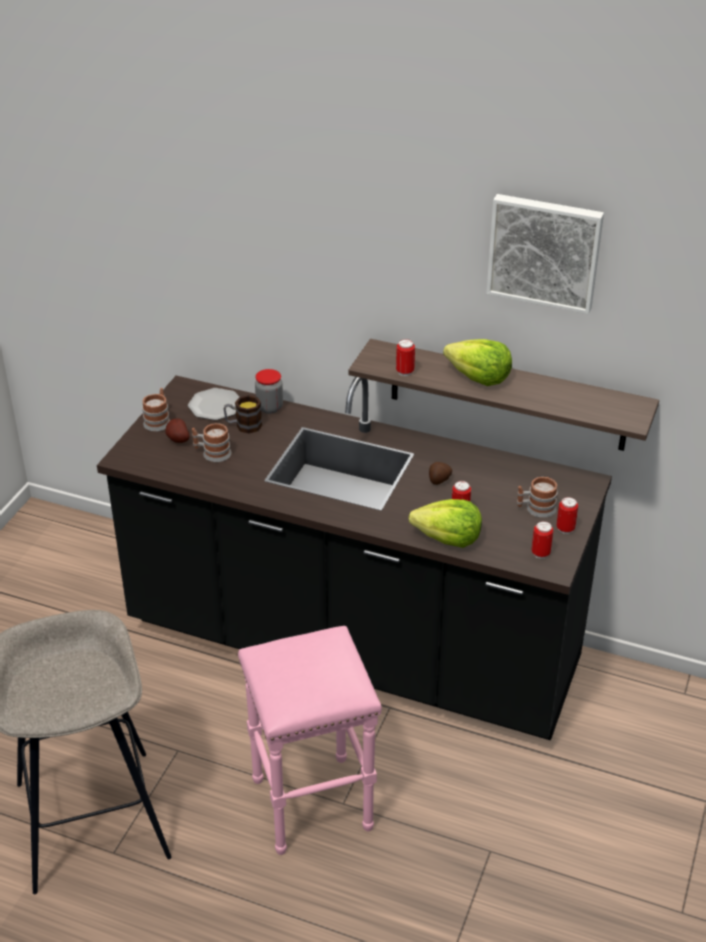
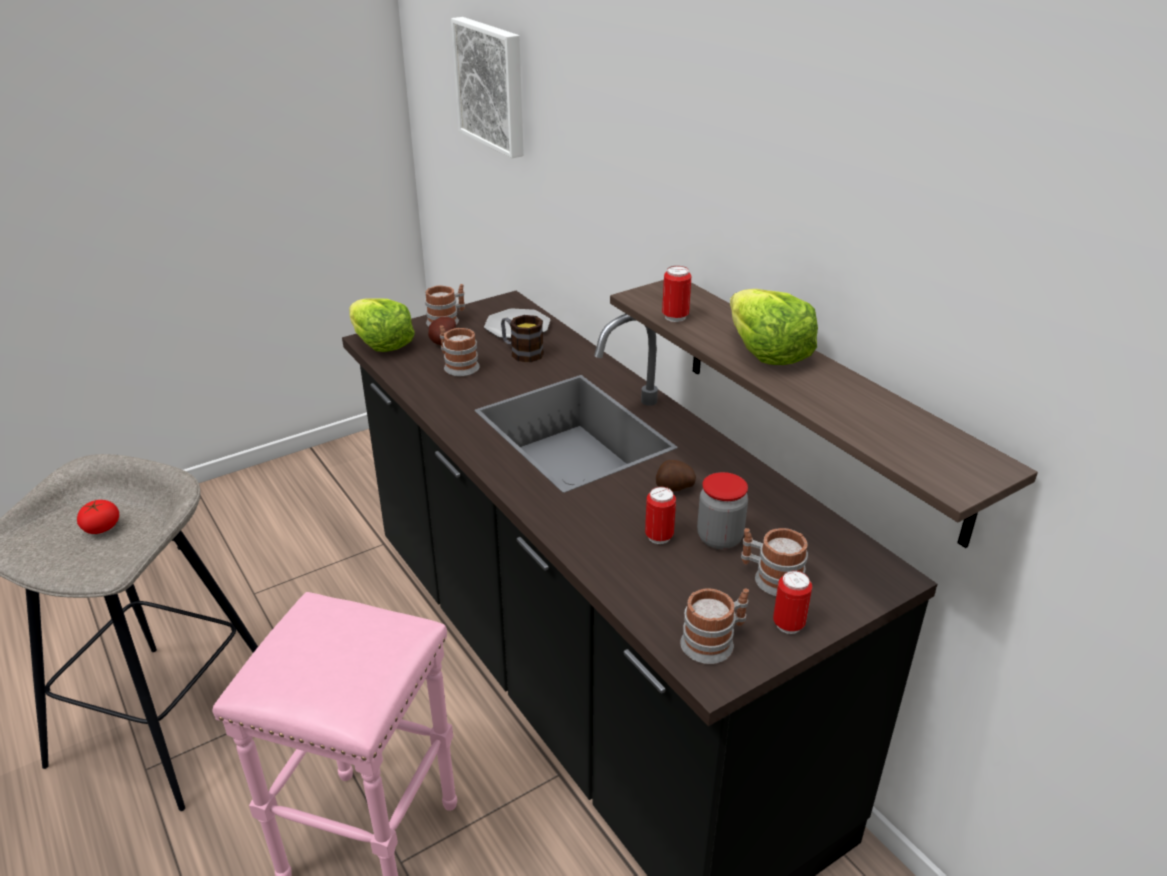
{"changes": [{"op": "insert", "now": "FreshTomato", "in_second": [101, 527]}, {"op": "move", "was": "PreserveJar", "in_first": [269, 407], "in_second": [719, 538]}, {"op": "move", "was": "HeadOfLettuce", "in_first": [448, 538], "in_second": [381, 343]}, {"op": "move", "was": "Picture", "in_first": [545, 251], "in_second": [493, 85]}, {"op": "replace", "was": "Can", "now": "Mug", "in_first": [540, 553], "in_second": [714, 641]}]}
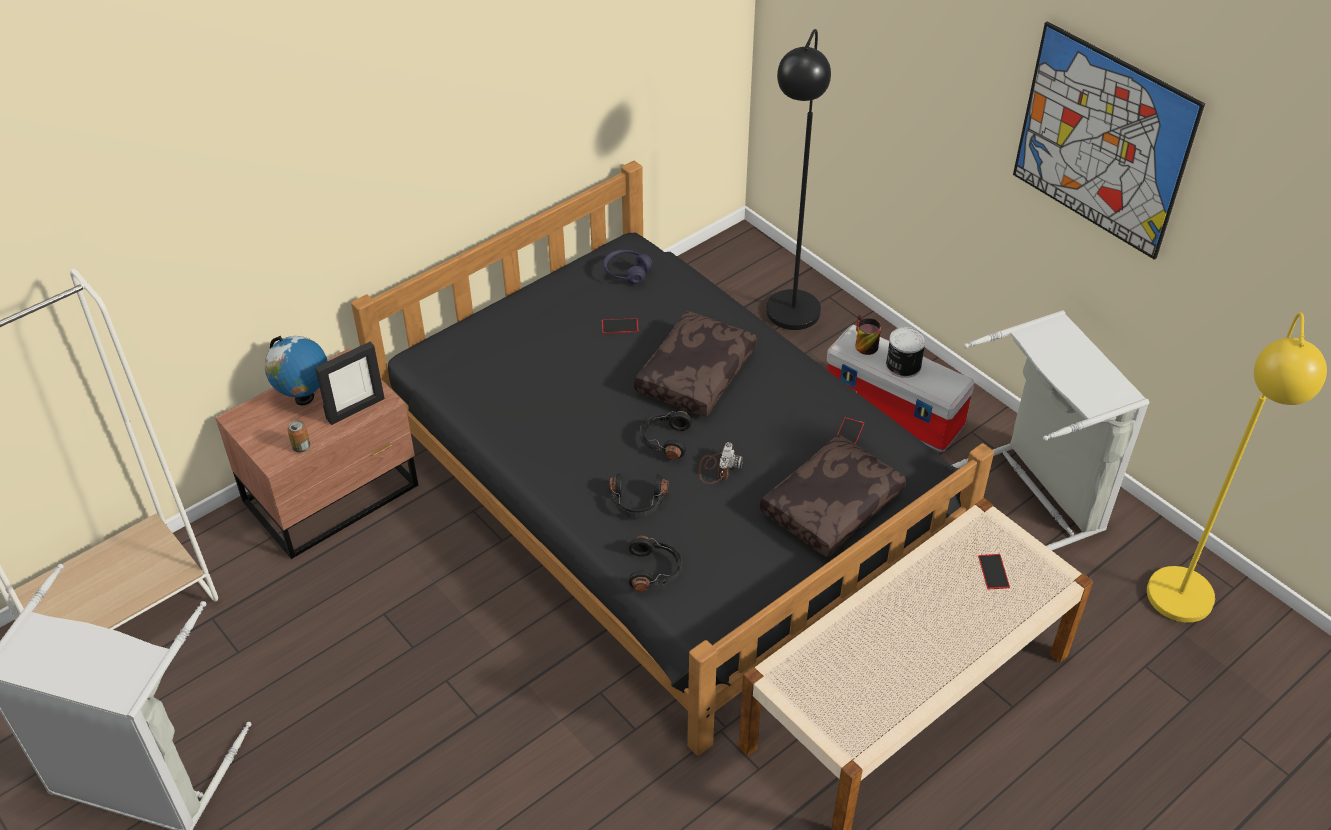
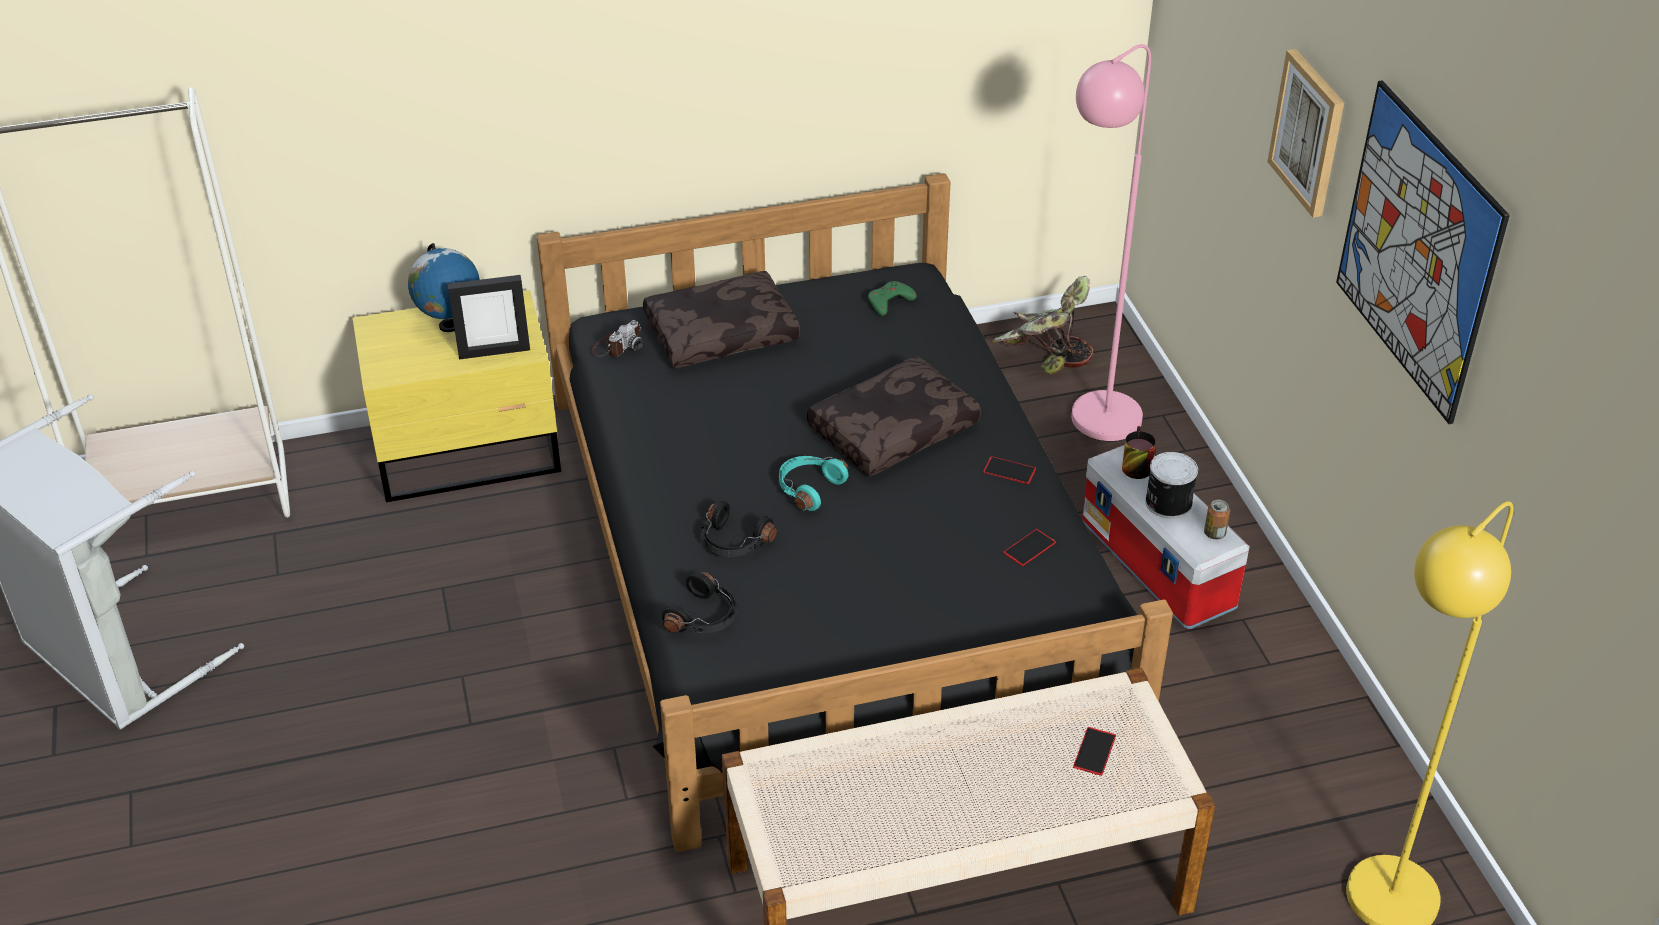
{"changes": [{"op": "delete", "was": "GreyishHamper", "in_first": [1035, 496]}, {"op": "insert", "now": "PlantInAPot", "in_second": [1042, 354]}, {"op": "insert", "now": "Picture", "in_second": [1309, 132]}, {"op": "move", "was": "Can", "in_first": [301, 447], "in_second": [1214, 533]}, {"op": "move", "was": "Telephone", "in_first": [620, 326], "in_second": [1009, 470]}, {"op": "move", "was": "PhotoCamera", "in_first": [717, 468], "in_second": [617, 345]}, {"op": "move", "was": "BrownishThrowPillow", "in_first": [830, 504], "in_second": [722, 332]}, {"op": "replace", "was": "PurpleColouredPairOfHeadphones", "now": "GreenGamepad", "in_first": [627, 272], "in_second": [889, 302]}, {"op": "recolor", "was": "BrownishNightstand", "now": "YellowNightstand", "in_first": [334, 494], "in_second": [470, 453]}, {"op": "recolor", "was": "BlackColouredPairOfHeadphones", "now": "TurquoiseColouredPairOfHeadphones", "in_first": [664, 441], "in_second": [808, 488]}, {"op": "recolor", "was": "BlackColouredStandingLamp", "now": "PinkStandingLamp", "in_first": [789, 323], "in_second": [1093, 430]}]}
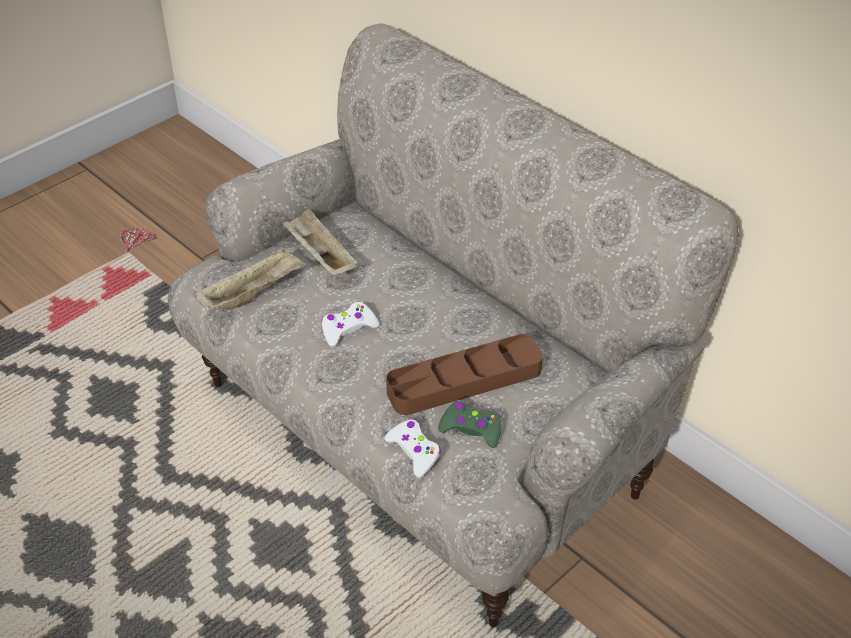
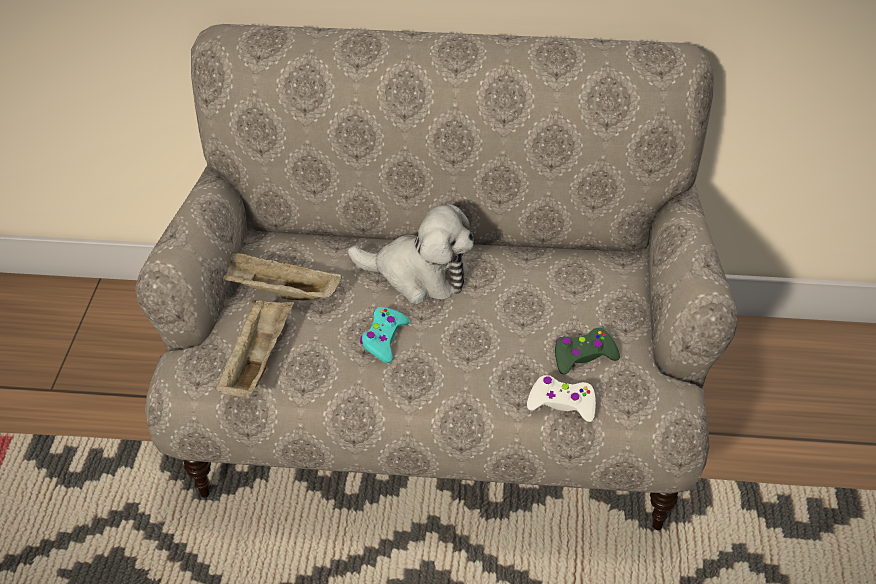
{"changes": [{"op": "delete", "was": "BrownishTray", "in_first": [464, 381]}, {"op": "insert", "now": "SoftToy", "in_second": [419, 275]}, {"op": "recolor", "was": "WhiteColouredGamepad", "now": "TurquoiseColouredGamepad", "in_first": [348, 329], "in_second": [384, 339]}]}
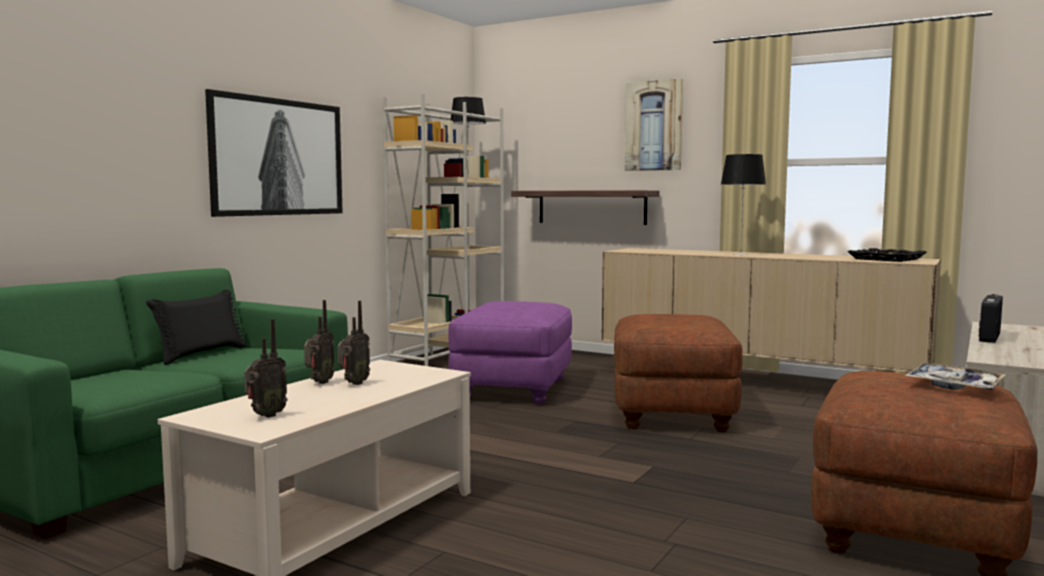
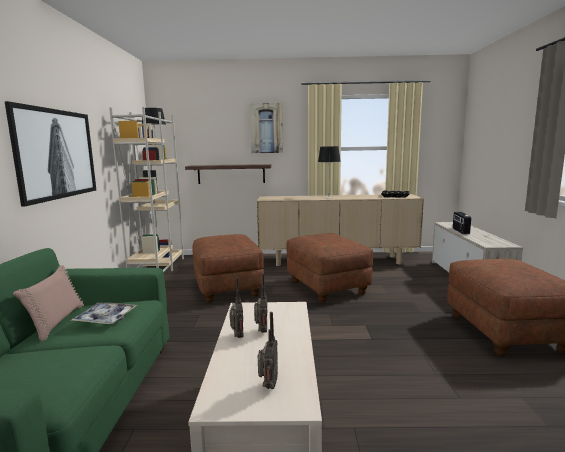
{"changes": [{"op": "move", "was": "Tray", "in_first": [954, 386], "in_second": [105, 318]}, {"op": "recolor", "was": "BlackColouredThrowPillow", "now": "BeigeThrowPillow", "in_first": [200, 355], "in_second": [56, 322]}, {"op": "recolor", "was": "PurpleColouredFootrest", "now": "BrownishFootrest", "in_first": [513, 389], "in_second": [227, 288]}]}
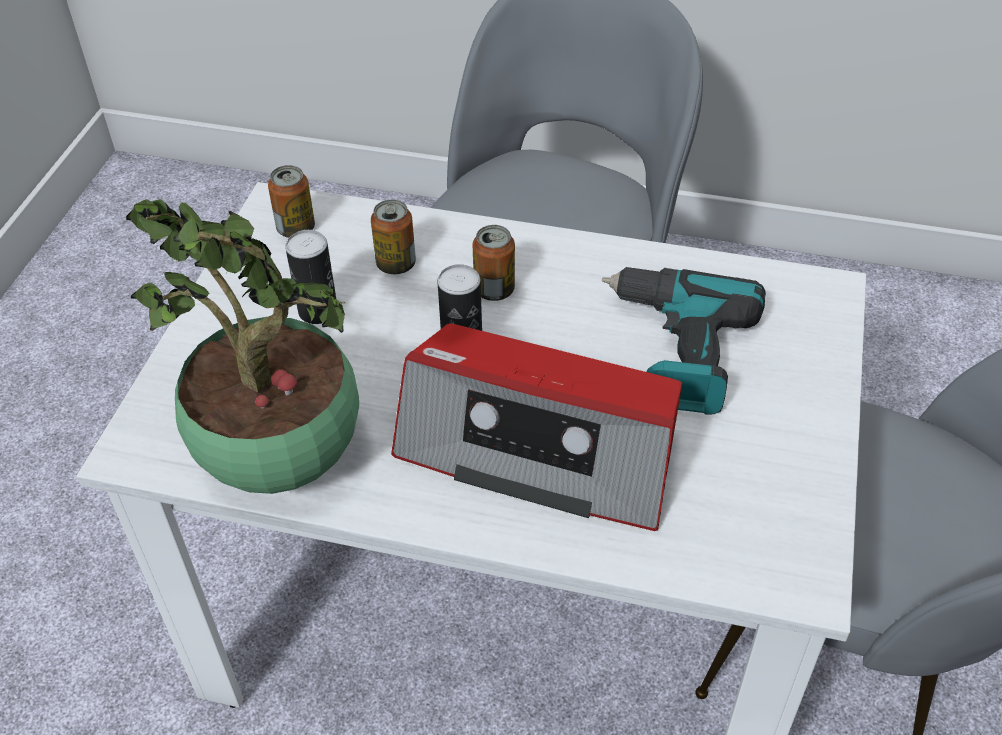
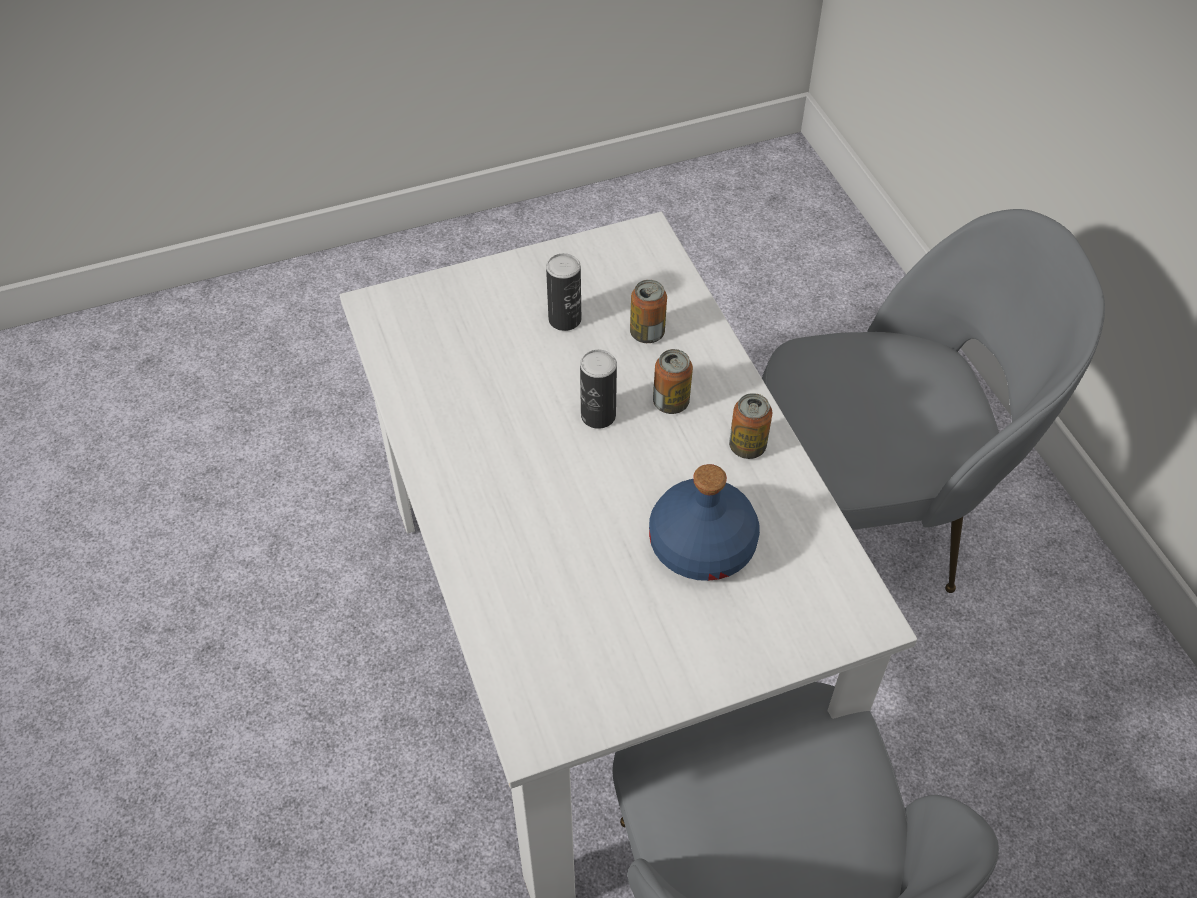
{"changes": [{"op": "delete", "was": "PlantInAPot", "in_first": [286, 460]}, {"op": "delete", "was": "Radio", "in_first": [541, 448]}, {"op": "move", "was": "Can", "in_first": [296, 229], "in_second": [747, 446]}, {"op": "replace", "was": "Drill", "now": "BlueColouredBottle", "in_first": [675, 351], "in_second": [703, 545]}]}
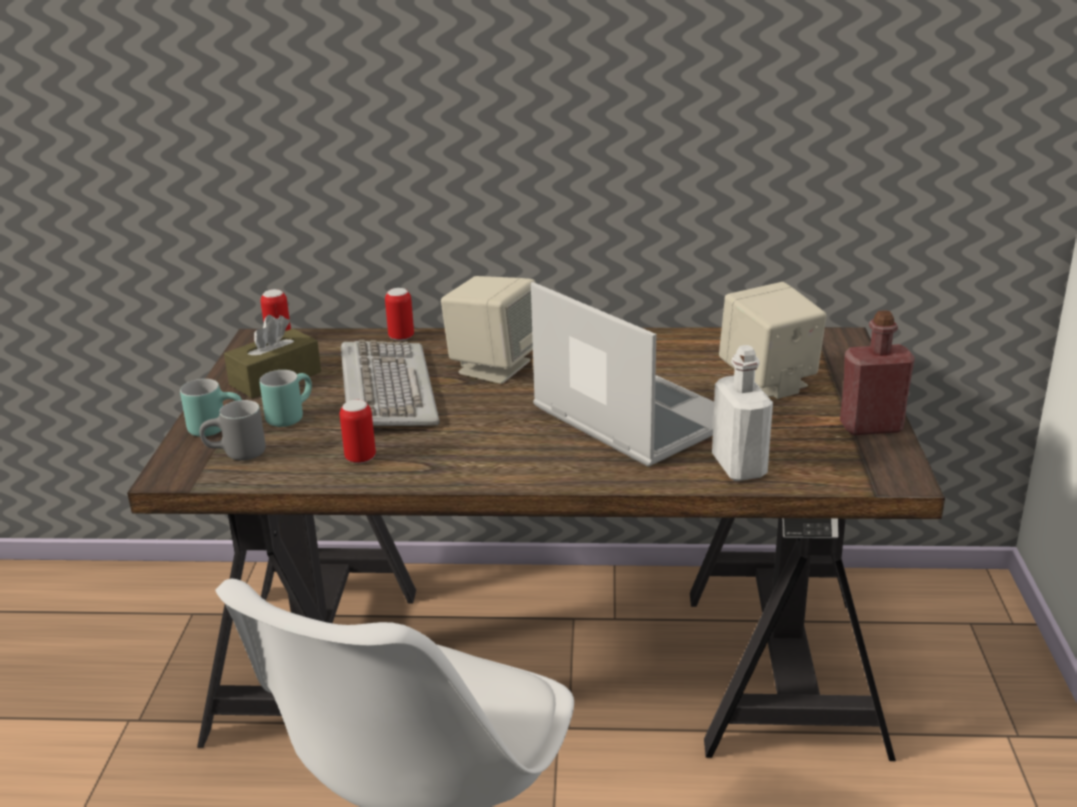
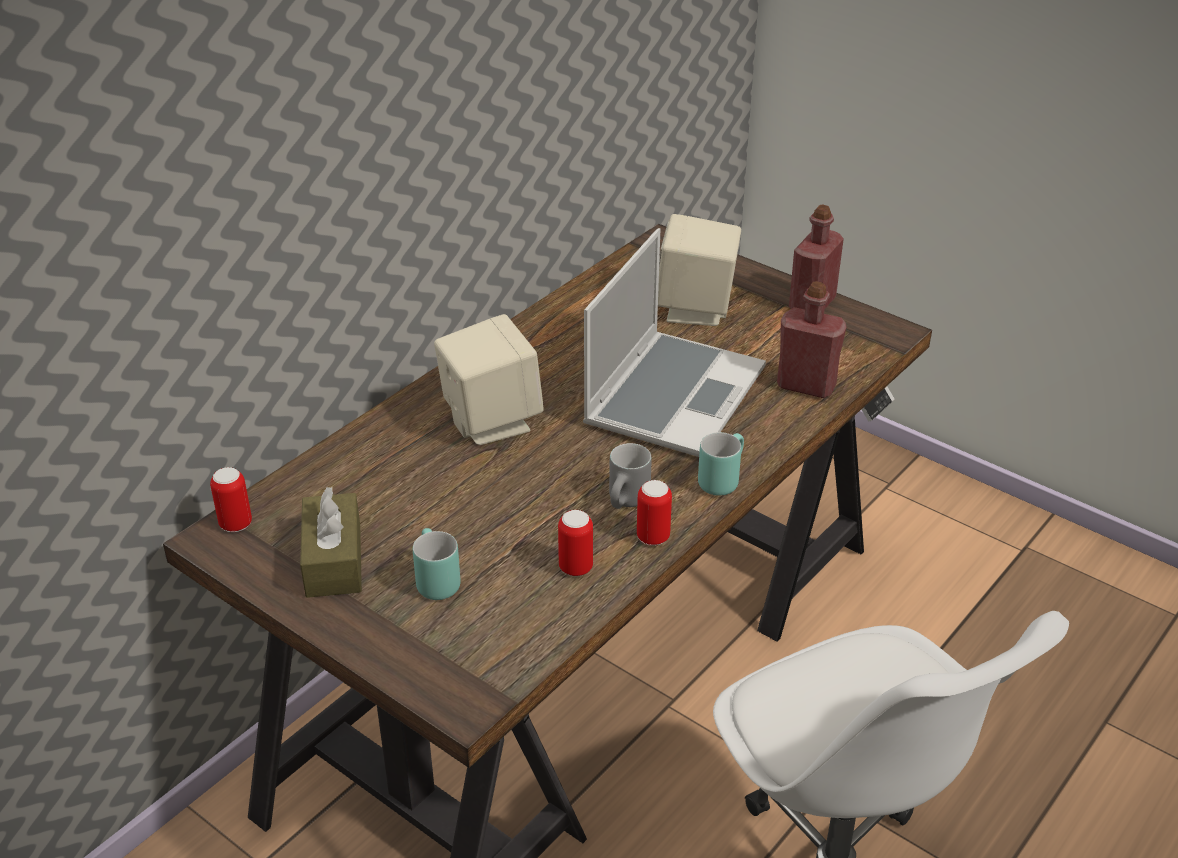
{"changes": [{"op": "delete", "was": "ComputerKeyboard", "in_first": [385, 390]}, {"op": "move", "was": "TurquoiseColouredMug", "in_first": [217, 428], "in_second": [720, 478]}, {"op": "move", "was": "GreyishMug", "in_first": [236, 455], "in_second": [628, 503]}, {"op": "move", "was": "Can", "in_first": [401, 337], "in_second": [653, 537]}, {"op": "recolor", "was": "WhiteColouredBottle", "now": "ReddishBottle", "in_first": [739, 466], "in_second": [806, 386]}, {"op": "rotate", "was": "NotebookComputer", "in_first": [631, 417], "in_second": [673, 395], "clockwise": 120}]}
